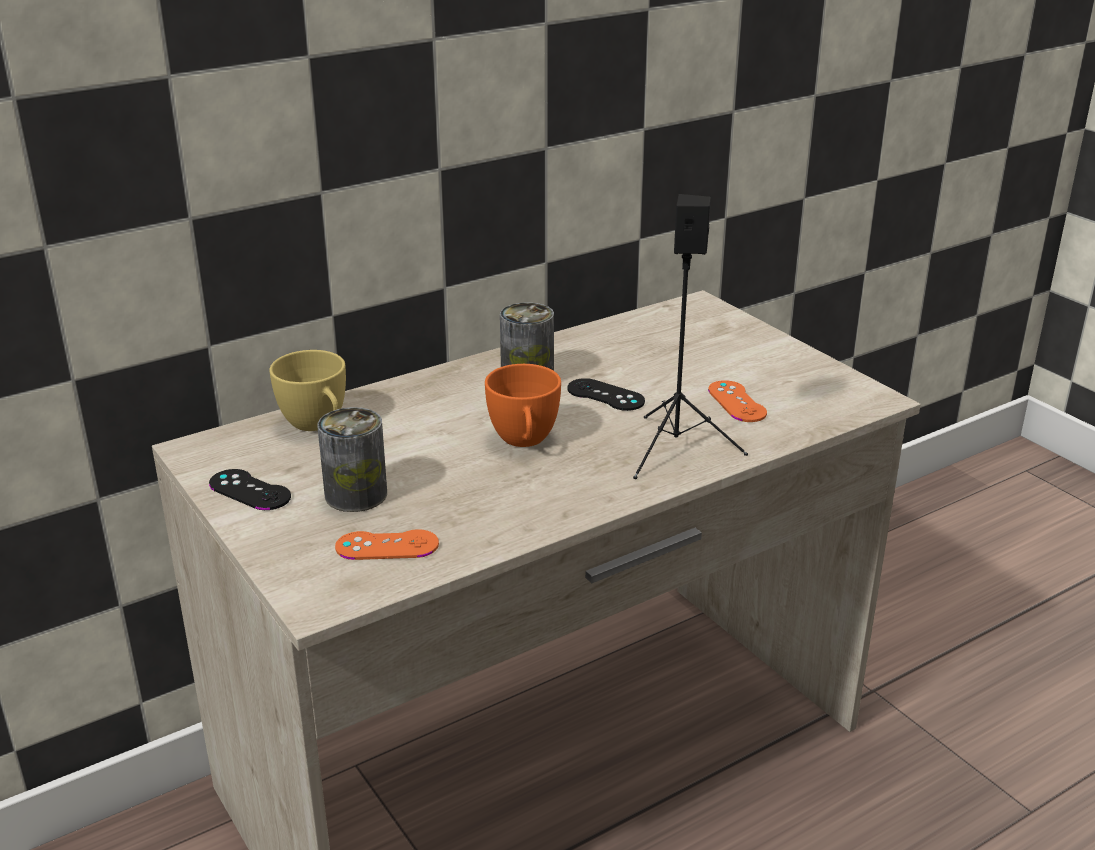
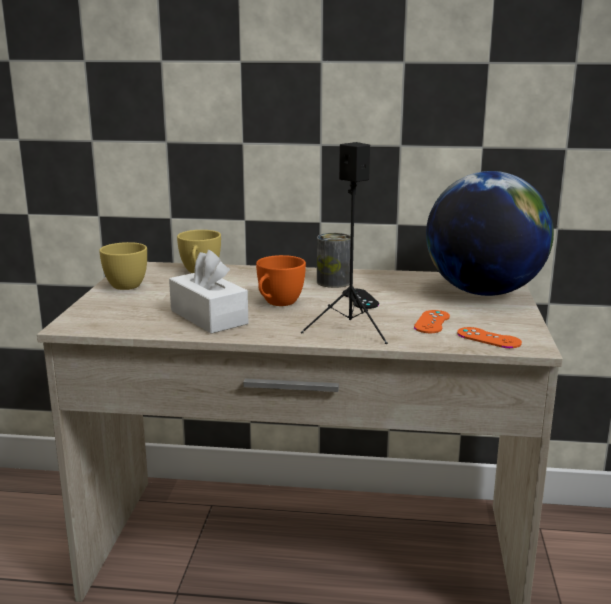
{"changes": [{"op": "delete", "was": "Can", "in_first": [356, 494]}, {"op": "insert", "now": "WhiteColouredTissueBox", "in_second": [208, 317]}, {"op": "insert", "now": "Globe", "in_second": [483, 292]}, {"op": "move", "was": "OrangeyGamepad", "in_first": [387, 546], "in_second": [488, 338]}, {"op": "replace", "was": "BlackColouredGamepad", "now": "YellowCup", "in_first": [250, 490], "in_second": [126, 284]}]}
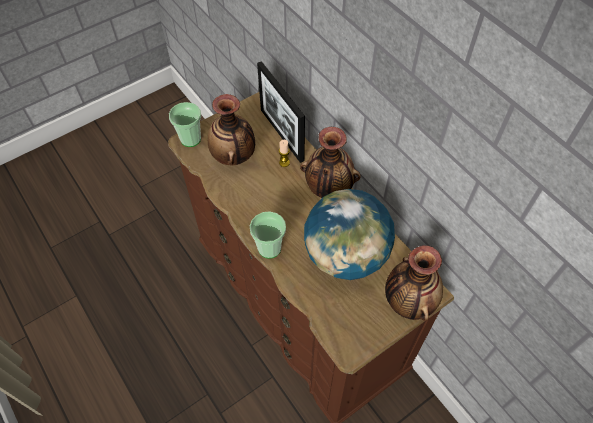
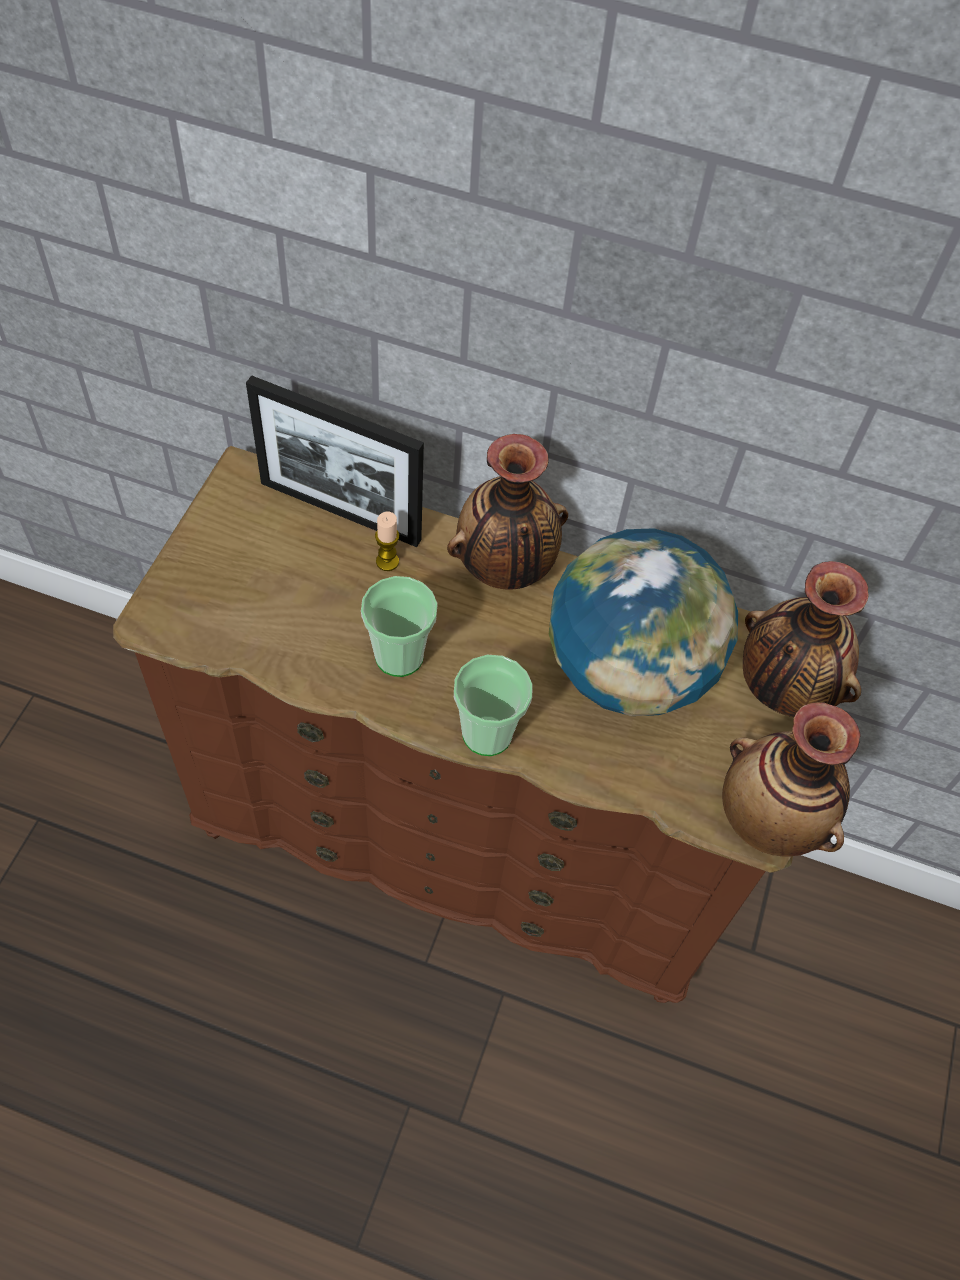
{"changes": [{"op": "move", "was": "Cup", "in_first": [190, 139], "in_second": [399, 656]}, {"op": "move", "was": "FlowerVase", "in_first": [234, 156], "in_second": [769, 819]}]}
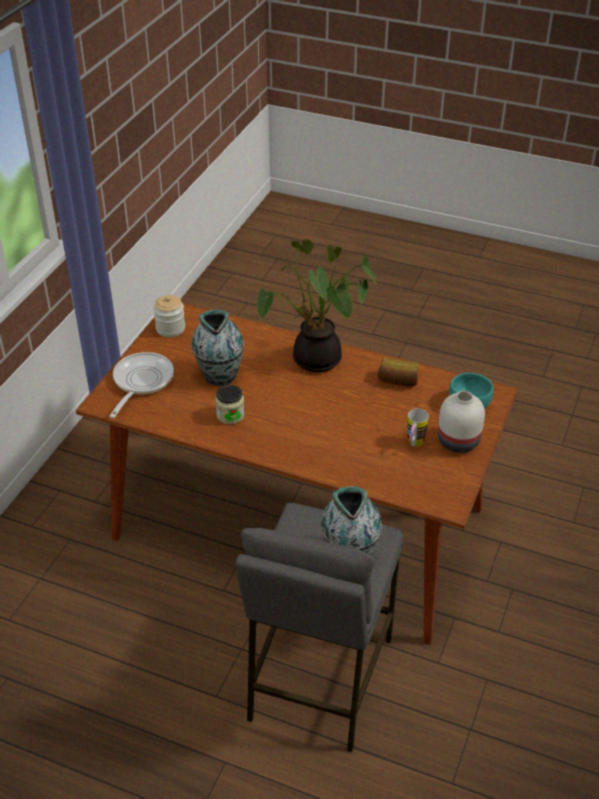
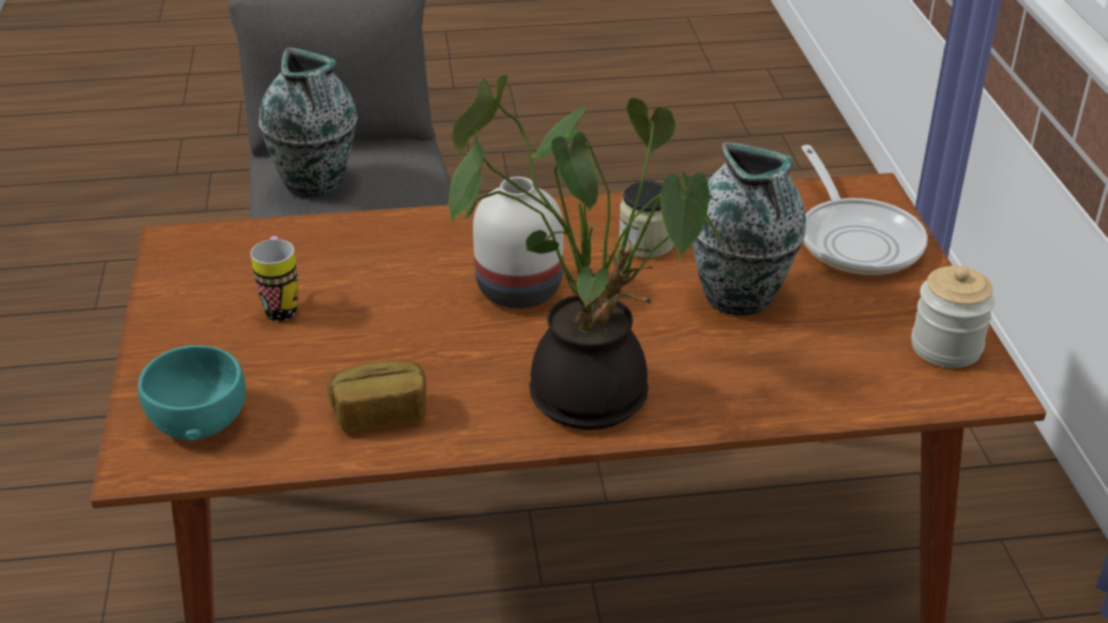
{"changes": [{"op": "move", "was": "WhiteColouredFlowerVase", "in_first": [458, 442], "in_second": [518, 288]}]}
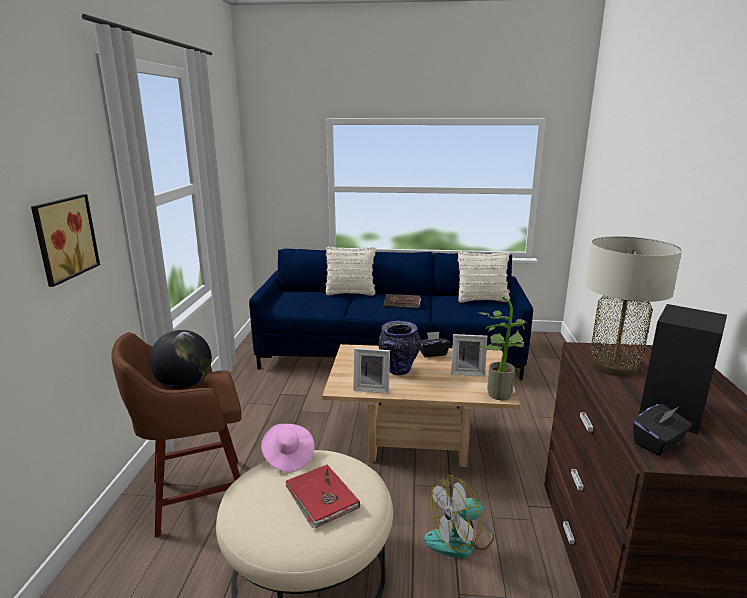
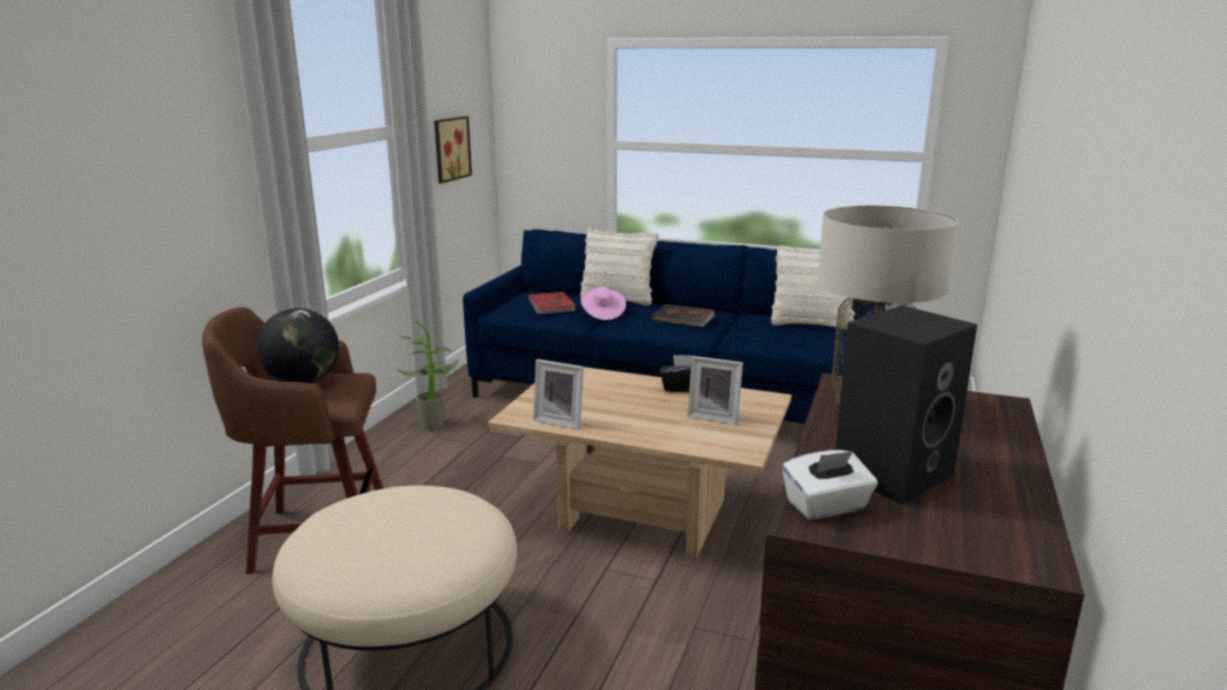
{"changes": [{"op": "delete", "was": "FlowerVase", "in_first": [398, 371]}, {"op": "delete", "was": "CoolingFan", "in_first": [460, 539]}, {"op": "move", "was": "Picture", "in_first": [63, 238], "in_second": [449, 148]}, {"op": "move", "was": "PinkWearableHat", "in_first": [288, 457], "in_second": [602, 314]}, {"op": "move", "was": "ReddishVolume", "in_first": [321, 498], "in_second": [551, 306]}, {"op": "move", "was": "PlantInAPot", "in_first": [499, 392], "in_second": [434, 423]}, {"op": "recolor", "was": "BlackColouredTissueBox", "now": "WhiteColouredTissueBox", "in_first": [658, 443], "in_second": [826, 506]}]}
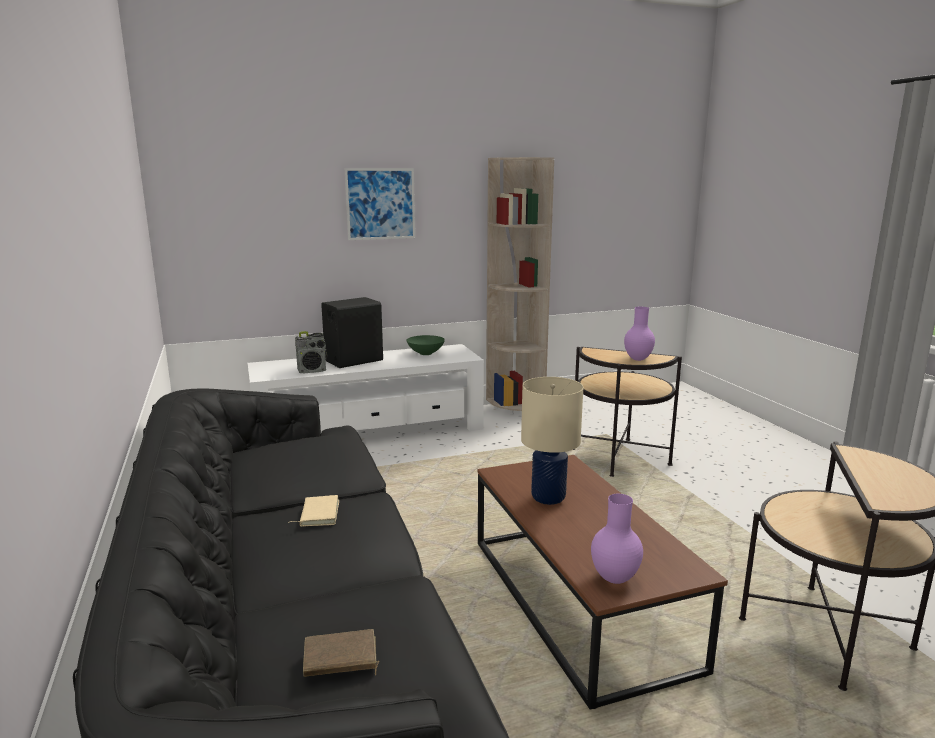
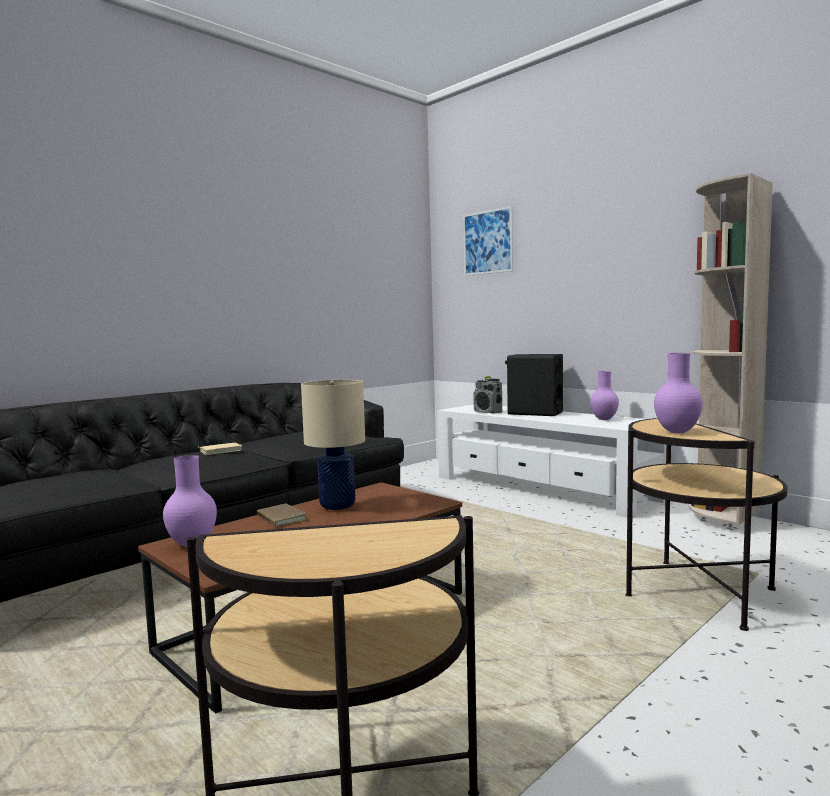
{"changes": [{"op": "move", "was": "BrownishVolume", "in_first": [340, 659], "in_second": [279, 518]}, {"op": "move", "was": "Picture", "in_first": [380, 204], "in_second": [487, 242]}, {"op": "replace", "was": "GreenServingBowl", "now": "PurpleColouredFlowerVase", "in_first": [426, 353], "in_second": [604, 419]}]}
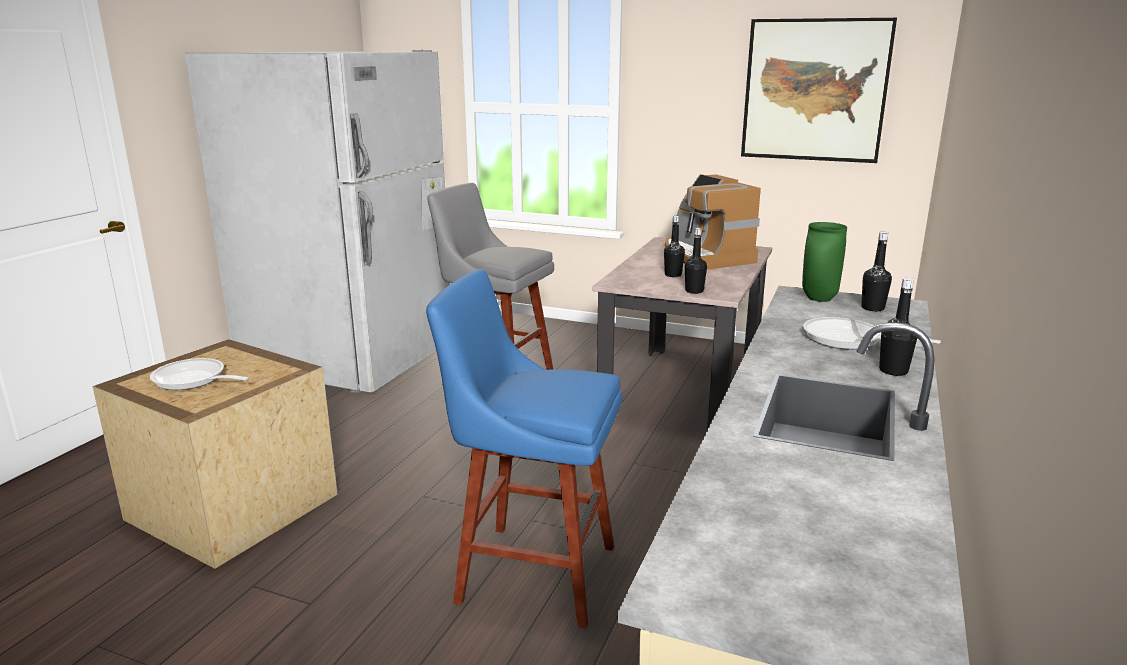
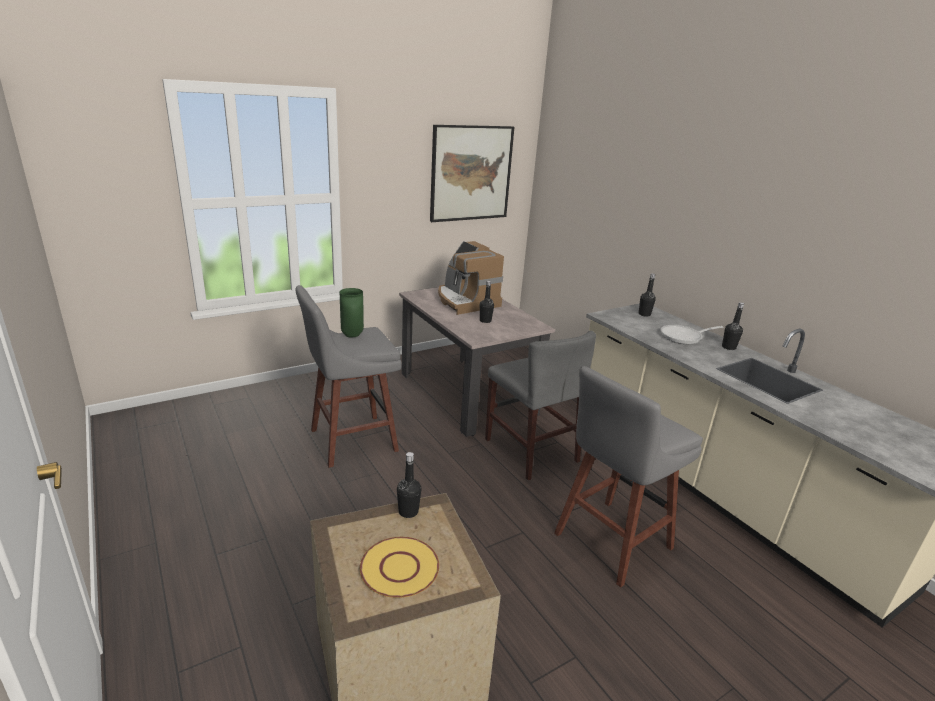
{"changes": [{"op": "delete", "was": "WhiteColouredFridge", "in_first": [350, 356]}, {"op": "insert", "now": "GreyishChair", "in_second": [530, 450]}, {"op": "move", "was": "BlackColouredBottle", "in_first": [694, 291], "in_second": [408, 511]}, {"op": "move", "was": "GreenFlowerVase", "in_first": [818, 298], "in_second": [351, 335]}, {"op": "replace", "was": "Skillet", "now": "YellowDinnerPlate", "in_first": [193, 380], "in_second": [400, 568]}, {"op": "recolor", "was": "BlueColouredStoolSeat", "now": "GreyishStoolSeat", "in_first": [533, 572], "in_second": [610, 541]}, {"op": "rotate", "was": "CoffeeMaker", "in_first": [704, 257], "in_second": [465, 301], "clockwise": 45}]}
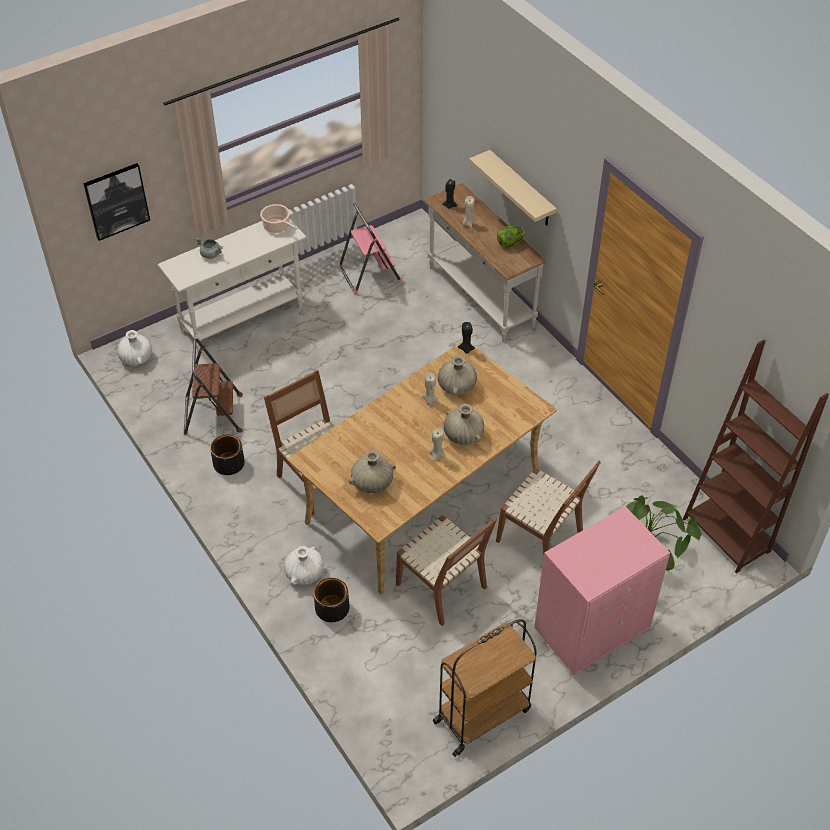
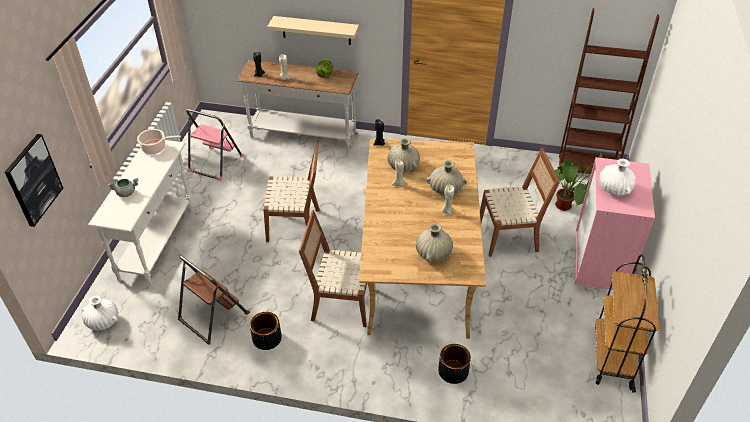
{"changes": [{"op": "move", "was": "WhiteColouredFlowerVase", "in_first": [304, 573], "in_second": [614, 189]}, {"op": "move", "was": "Chair", "in_first": [443, 589], "in_second": [296, 226]}]}
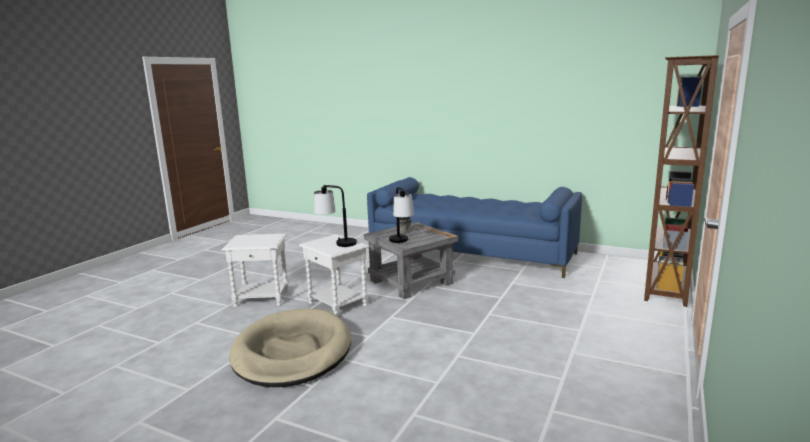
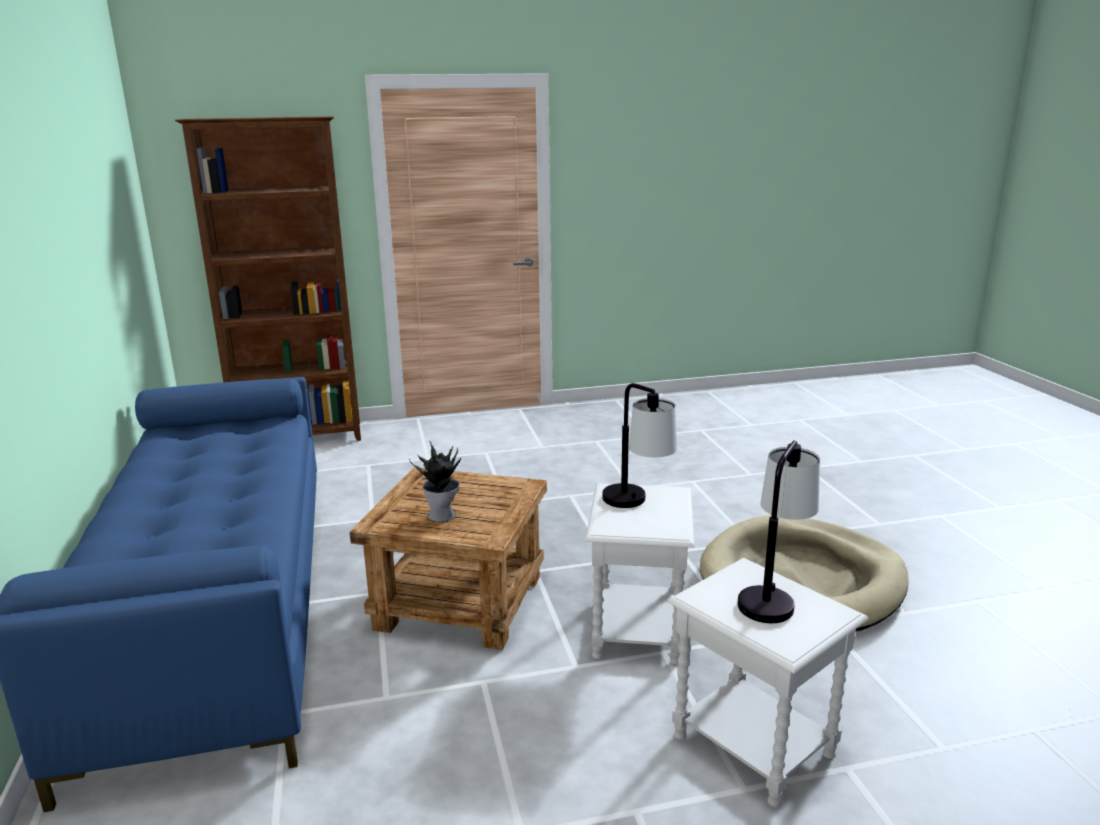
{"changes": [{"op": "move", "was": "LampForATable", "in_first": [401, 242], "in_second": [772, 594]}, {"op": "recolor", "was": "GreyishSideTable", "now": "BrownishSideTable", "in_first": [412, 282], "in_second": [459, 601]}]}
